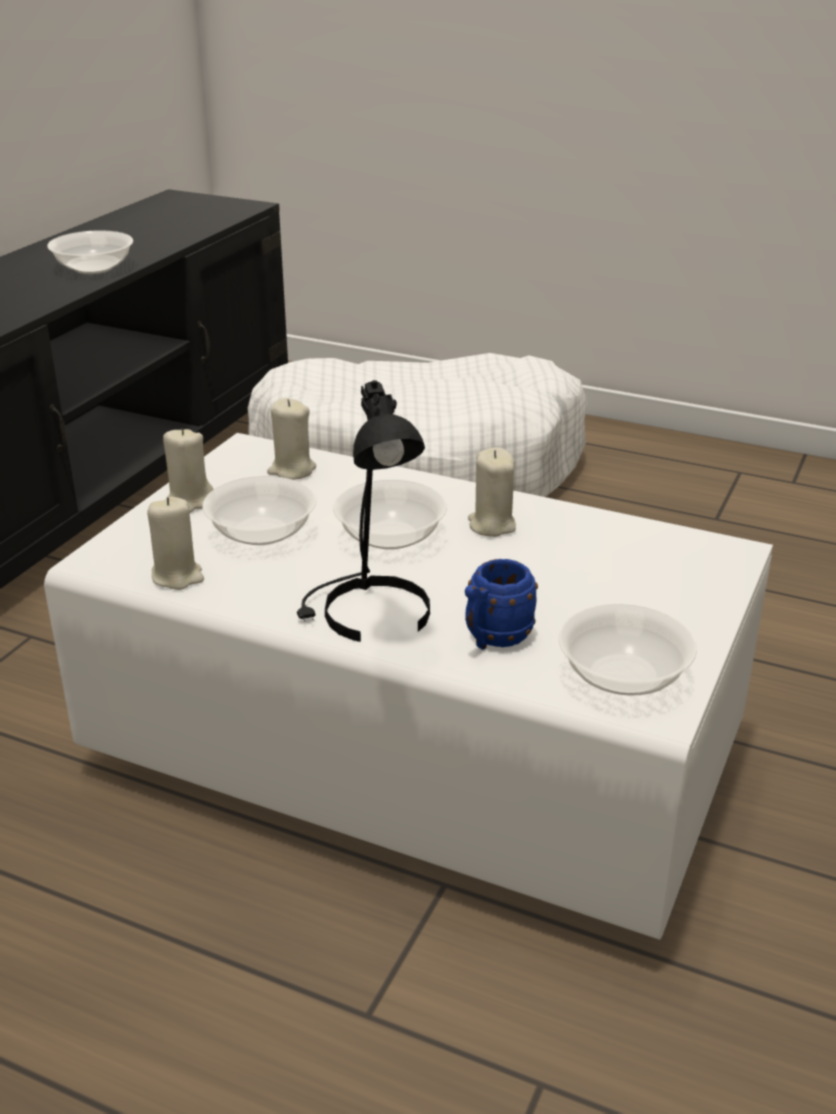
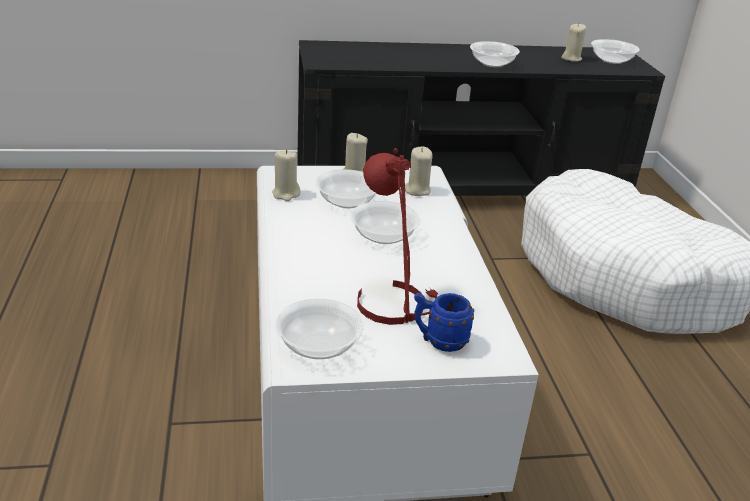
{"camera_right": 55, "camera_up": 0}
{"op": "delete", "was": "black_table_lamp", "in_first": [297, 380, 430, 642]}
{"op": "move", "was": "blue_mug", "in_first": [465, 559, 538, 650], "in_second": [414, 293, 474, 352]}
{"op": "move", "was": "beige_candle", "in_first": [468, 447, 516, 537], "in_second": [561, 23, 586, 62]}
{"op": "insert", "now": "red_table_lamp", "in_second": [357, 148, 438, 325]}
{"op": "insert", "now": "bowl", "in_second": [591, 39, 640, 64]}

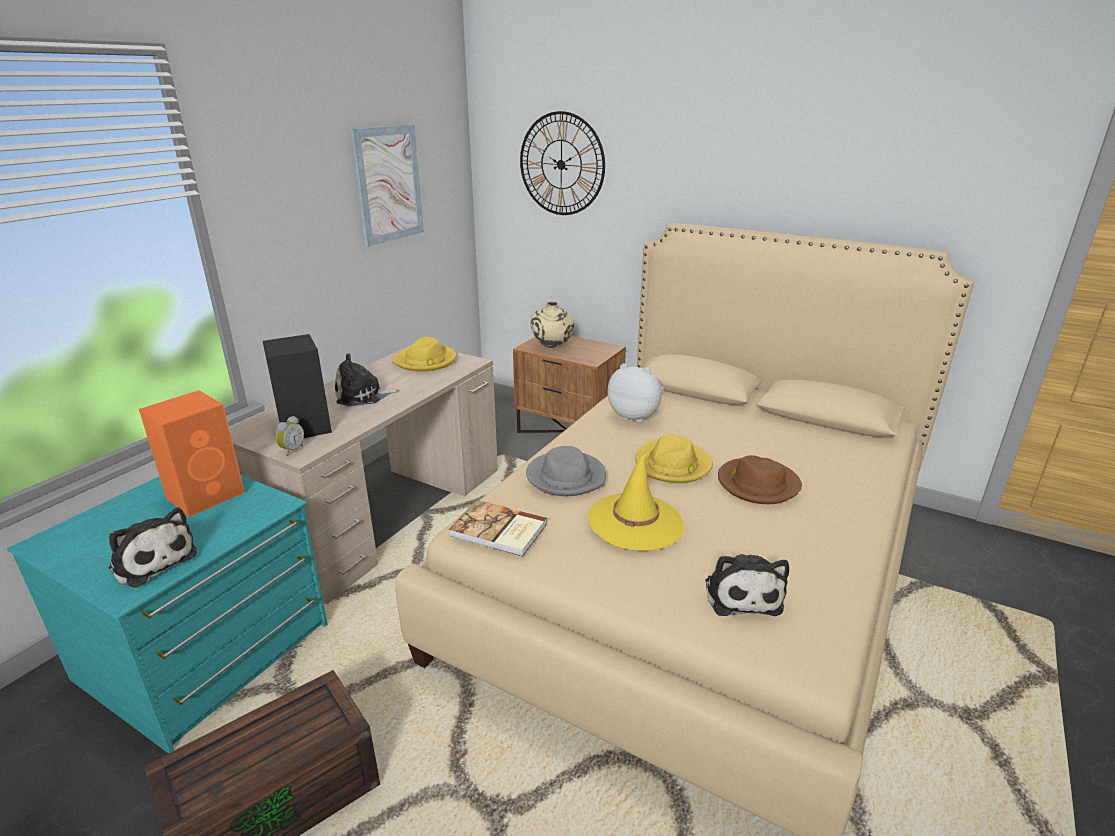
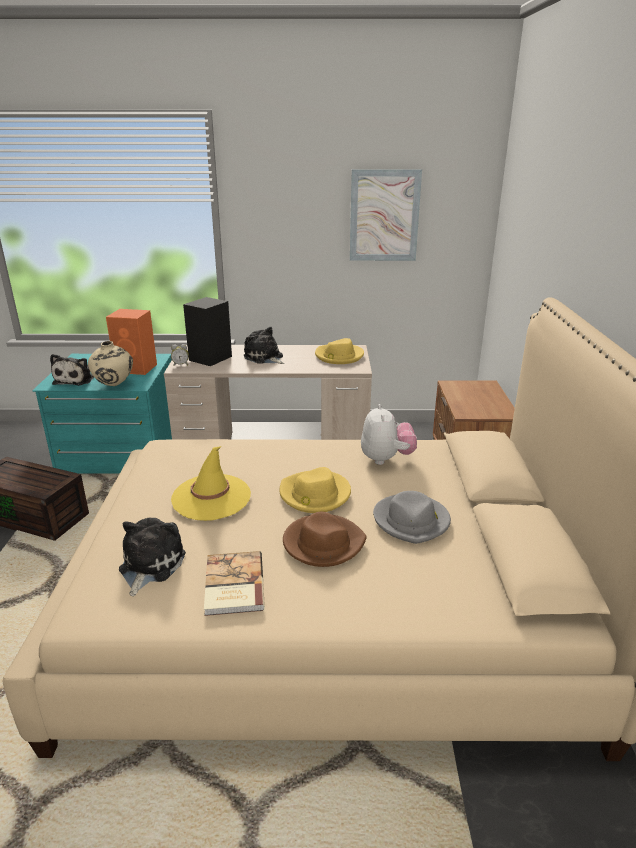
{"camera_right": 60, "camera_up": 0}
{"op": "move", "was": "book", "in_first": [449, 500, 547, 557], "in_second": [204, 551, 265, 616]}
{"op": "delete", "was": "wall_clock", "in_first": [520, 111, 605, 215]}
{"op": "move", "was": "grey_hat", "in_first": [526, 446, 606, 496], "in_second": [373, 491, 451, 544]}
{"op": "move", "was": "beige_vase", "in_first": [530, 301, 574, 348], "in_second": [88, 341, 133, 386]}
{"op": "rotate", "was": "plush_toy", "in_first": [705, 554, 789, 616], "in_second": [119, 518, 186, 596], "clockwise": 135}

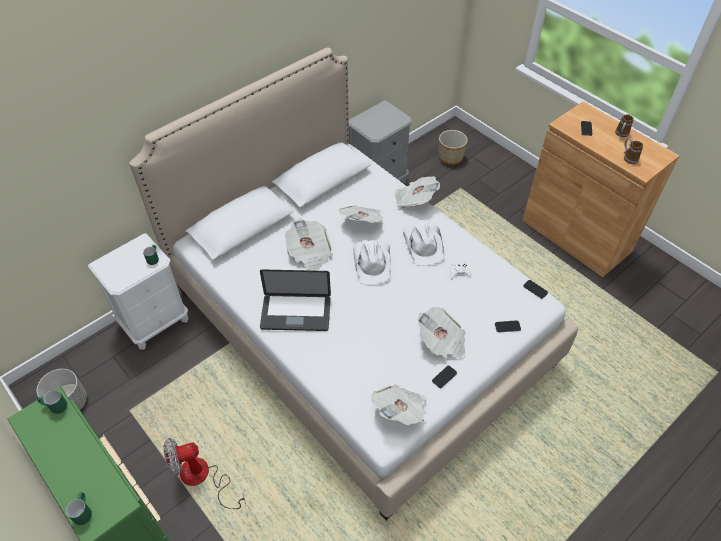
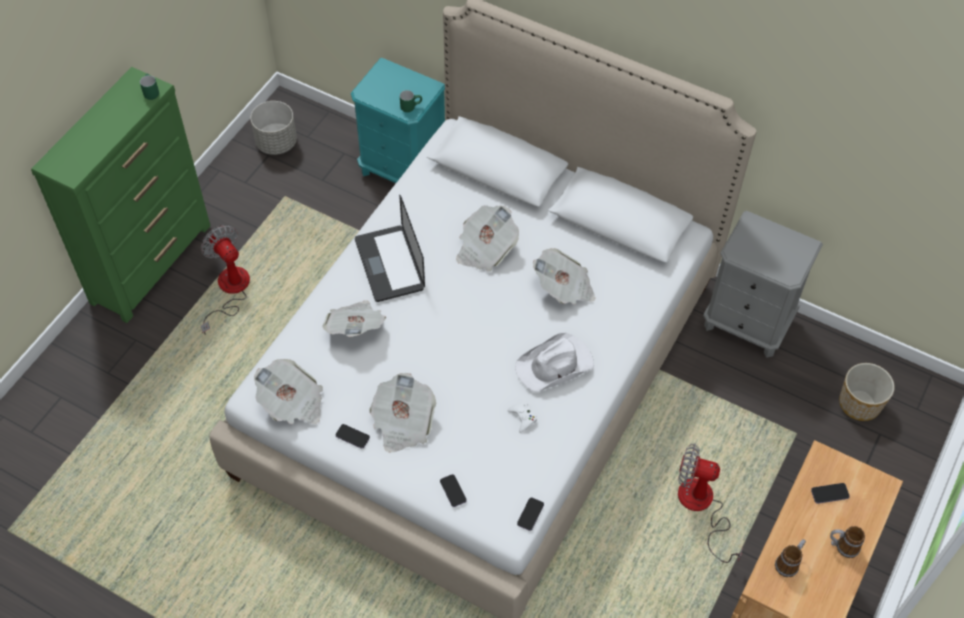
{"camera_right": 70, "camera_up": 5}
{"op": "delete", "was": "green_mug", "in_first": [66, 492, 92, 525]}
{"op": "recolor", "was": "white_nightstand", "now": "turquoise_nightstand", "in_first": [88, 233, 188, 350], "in_second": [351, 57, 445, 183]}
{"op": "delete", "was": "white_hat", "in_first": [353, 240, 391, 285]}
{"op": "move", "was": "newspaper", "in_first": [395, 176, 440, 208], "in_second": [322, 300, 386, 337]}
{"op": "insert", "now": "fan", "in_second": [678, 443, 743, 563]}

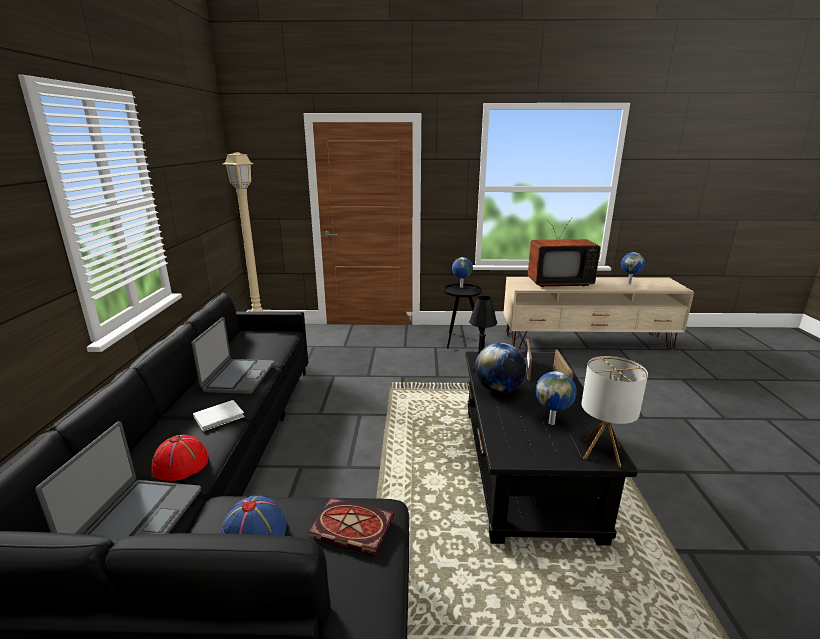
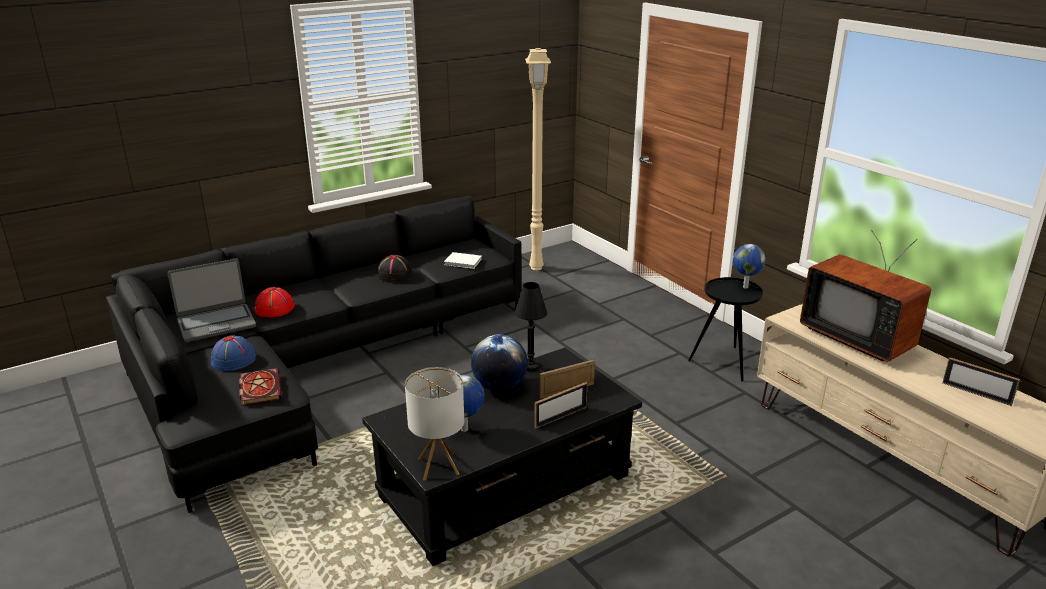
{"camera_right": 55, "camera_up": 5}
{"op": "replace", "was": "laptop", "now": "black_hat", "in_first": [192, 317, 274, 394], "in_second": [377, 255, 413, 283]}
{"op": "move", "was": "white_book", "in_first": [193, 400, 245, 431], "in_second": [444, 252, 482, 269]}
{"op": "replace", "was": "globe", "now": "picture_frame", "in_first": [621, 252, 645, 284], "in_second": [942, 357, 1020, 406]}

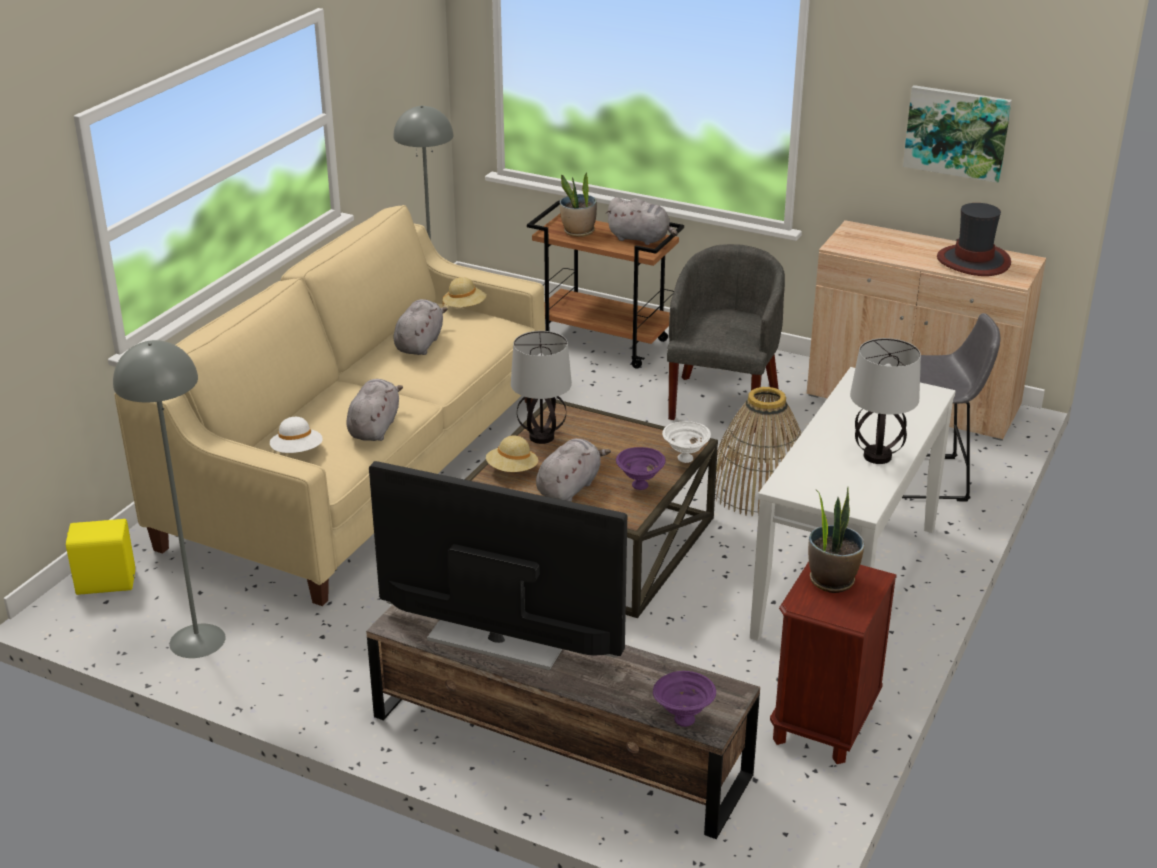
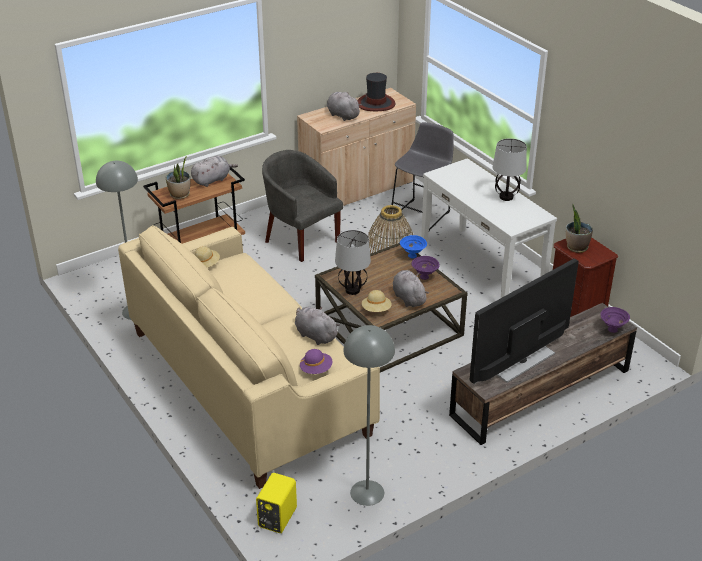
{"camera_right": -60, "camera_up": 5}
{"op": "recolor", "was": "white_hat", "now": "purple_hat", "in_first": [270, 417, 323, 453], "in_second": [300, 349, 333, 374]}
{"op": "move", "was": "grey_plush_toy", "in_first": [394, 299, 448, 355], "in_second": [327, 92, 362, 121]}
{"op": "recolor", "was": "white_bowl", "now": "blue_bowl", "in_first": [662, 421, 711, 463], "in_second": [400, 235, 427, 258]}
{"op": "delete", "was": "picture", "in_first": [903, 85, 1012, 183]}

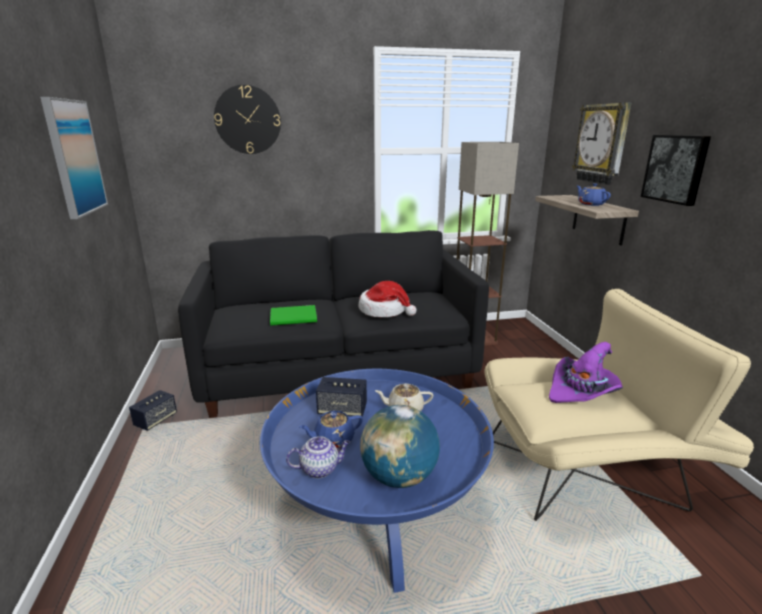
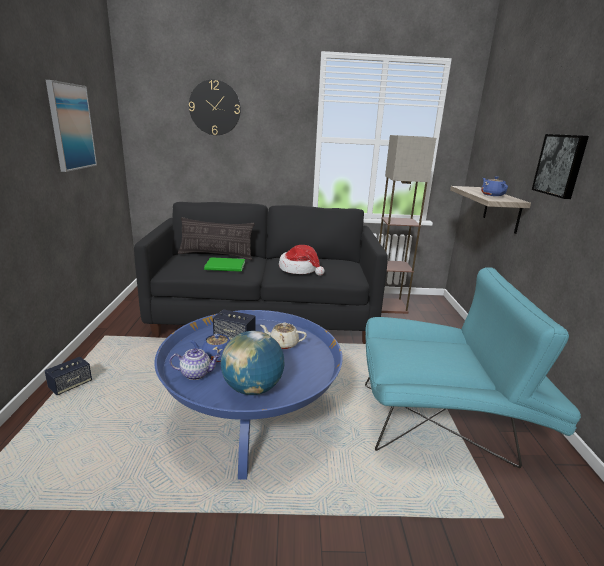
{"camera_right": 10, "camera_up": 0}
{"op": "move", "was": "speaker", "in_first": [129, 390, 177, 431], "in_second": [45, 357, 92, 395]}
{"op": "recolor", "was": "beige_armchair", "now": "turquoise_armchair", "in_first": [485, 289, 754, 521], "in_second": [365, 267, 581, 468]}
{"op": "delete", "was": "purple_hat", "in_first": [549, 342, 623, 403]}
{"op": "delete", "was": "wall_clock", "in_first": [572, 102, 631, 185]}
{"op": "insert", "now": "pillow", "in_second": [178, 217, 255, 260]}

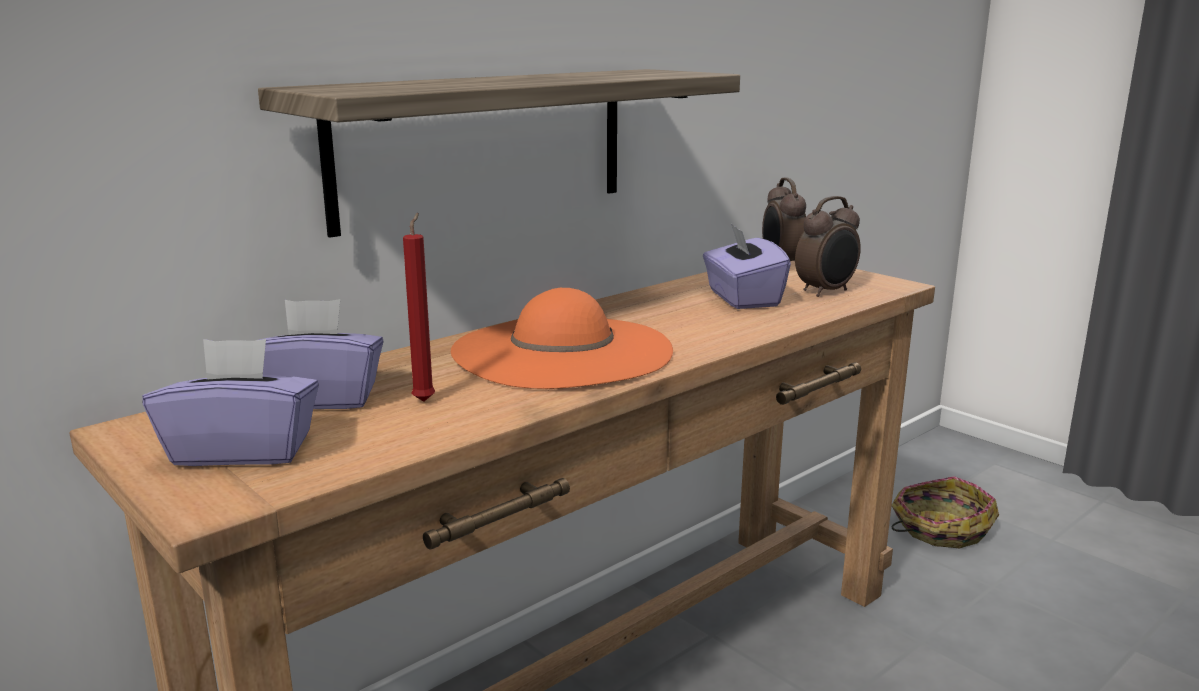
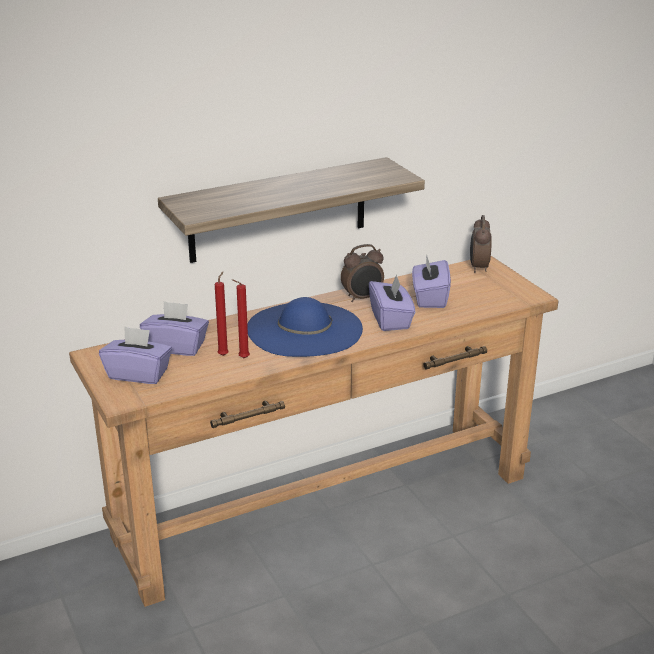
{"camera_right": 15, "camera_up": 10}
{"op": "recolor", "was": "orange_hat", "now": "blue_hat", "in_first": [451, 288, 673, 389], "in_second": [247, 297, 363, 357]}
{"op": "move", "was": "alarm_clock", "in_first": [795, 196, 861, 297], "in_second": [341, 244, 384, 302]}
{"op": "delete", "was": "basket", "in_first": [892, 476, 999, 548]}
{"op": "insert", "now": "red_candle", "in_second": [232, 279, 250, 359]}
{"op": "insert", "now": "purple_tissue_box", "in_second": [369, 274, 415, 331]}

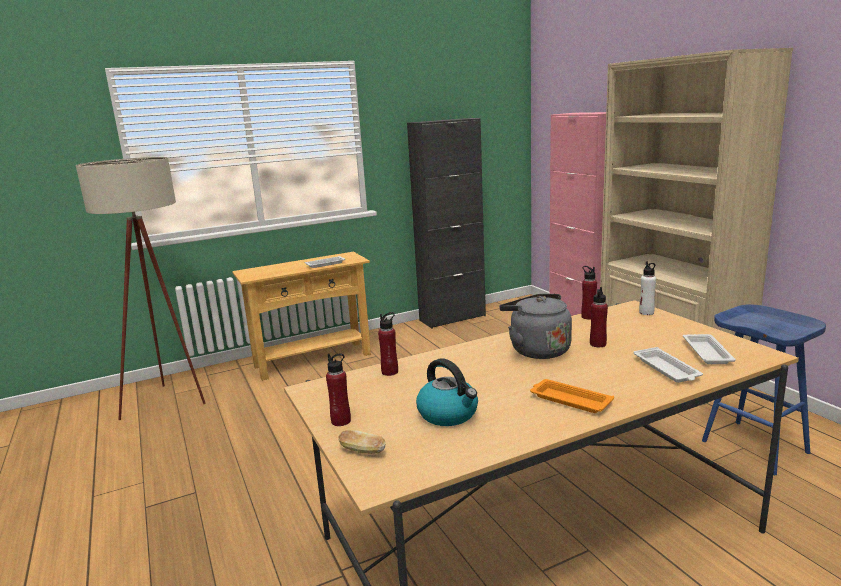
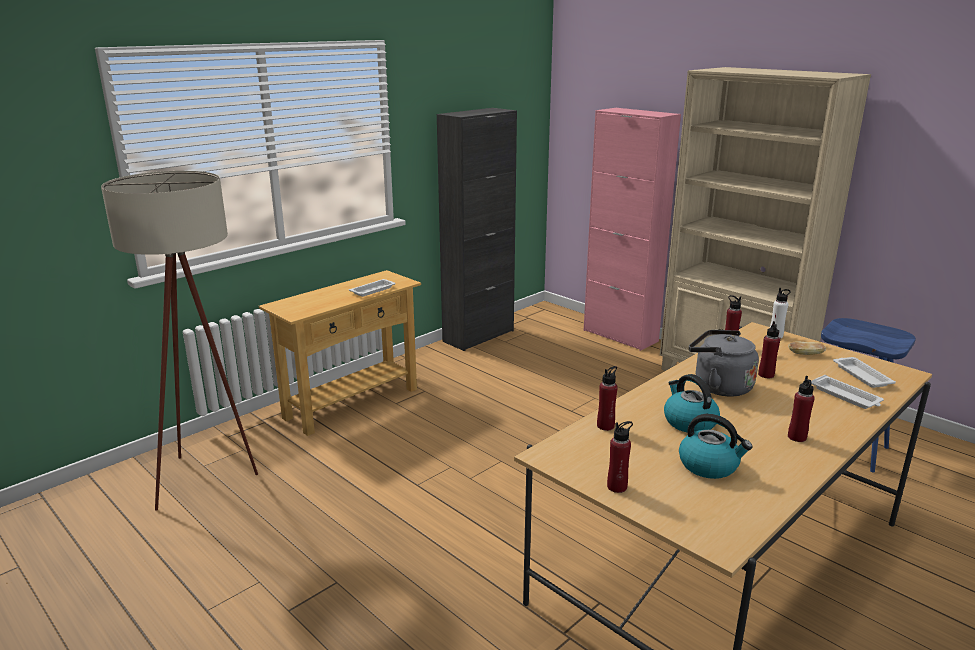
{"camera_right": -20, "camera_up": 5}
{"op": "move", "was": "bread", "in_first": [338, 430, 385, 454], "in_second": [788, 341, 826, 355]}
{"op": "replace", "was": "orange_tray", "now": "red_bottle", "in_first": [530, 379, 614, 413], "in_second": [788, 376, 815, 442]}
{"op": "insert", "now": "kettle", "in_second": [664, 374, 720, 432]}

